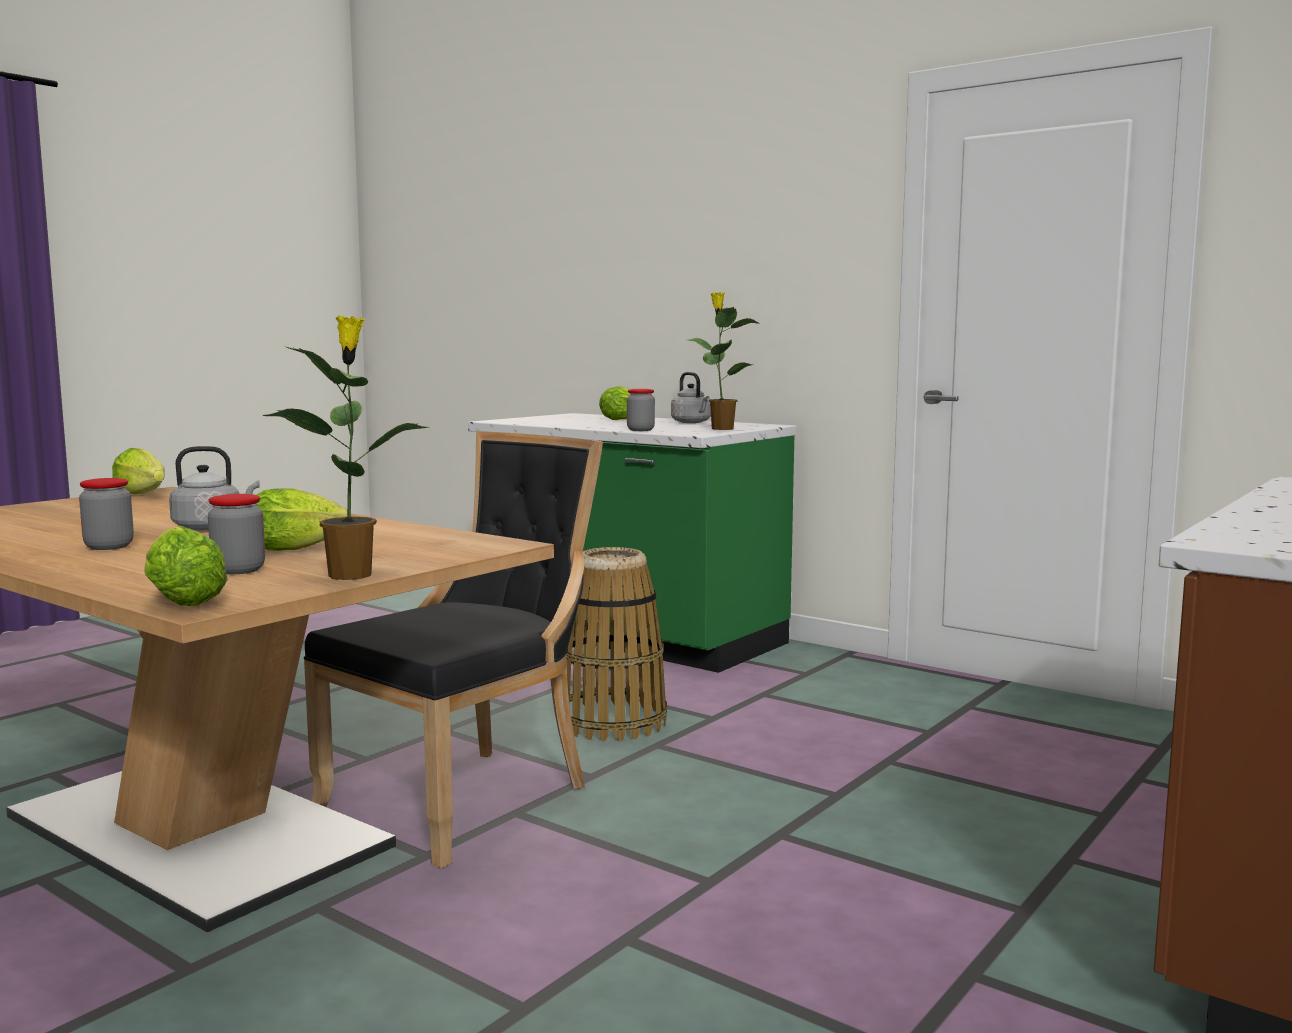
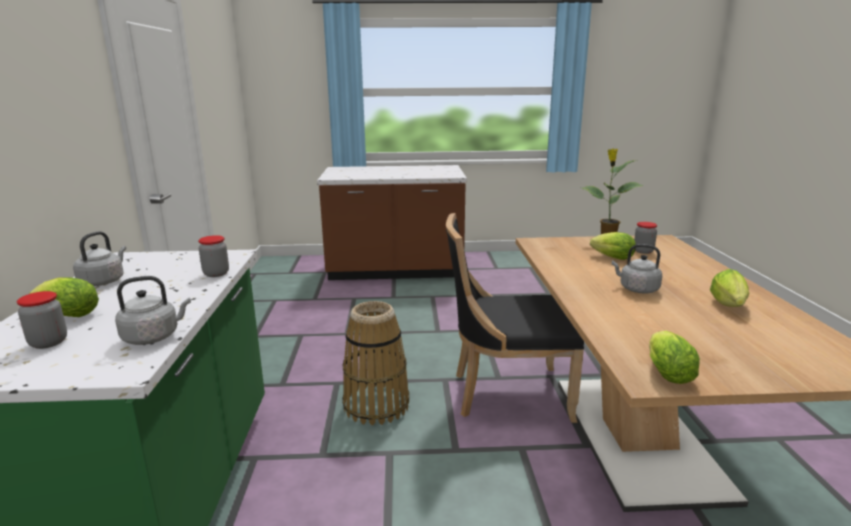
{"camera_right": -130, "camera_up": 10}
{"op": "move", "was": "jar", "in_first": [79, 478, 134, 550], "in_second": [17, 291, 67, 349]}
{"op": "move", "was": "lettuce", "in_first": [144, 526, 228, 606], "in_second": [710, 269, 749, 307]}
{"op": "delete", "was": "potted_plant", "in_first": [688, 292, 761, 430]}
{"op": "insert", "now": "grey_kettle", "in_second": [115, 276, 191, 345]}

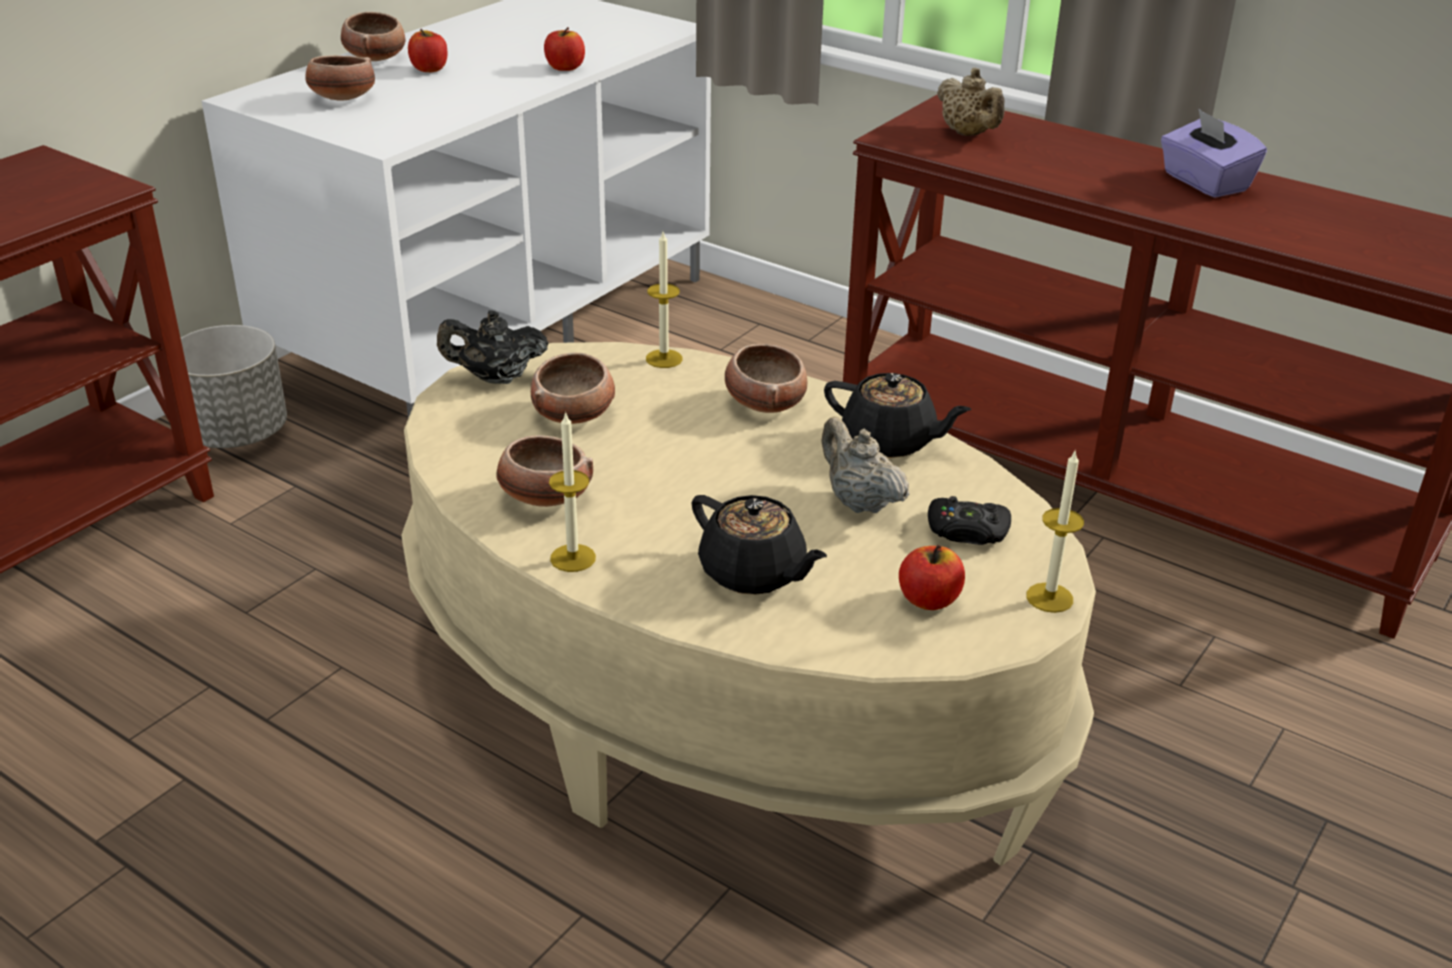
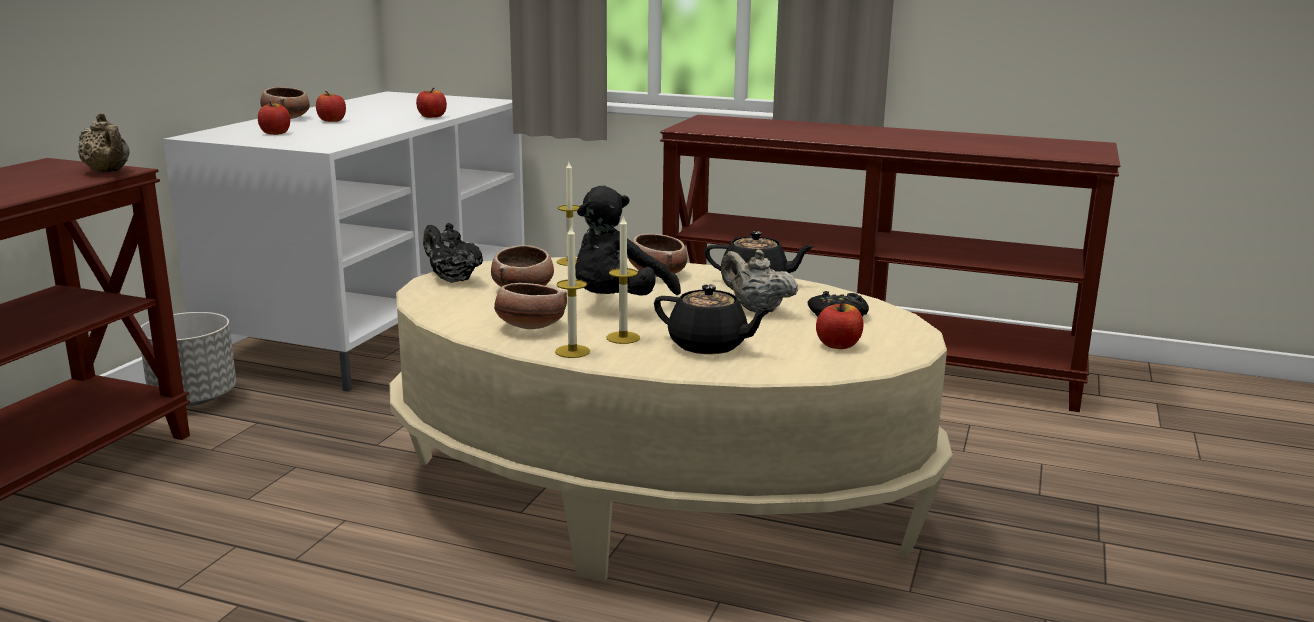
{"camera_right": -15, "camera_up": -15}
{"op": "replace", "was": "bowl", "now": "apple", "in_first": [305, 55, 375, 101], "in_second": [258, 101, 290, 135]}
{"op": "rotate", "was": "black_teapot", "in_first": [437, 310, 549, 384], "in_second": [423, 223, 483, 283], "clockwise": 60}
{"op": "move", "was": "beige_teapot", "in_first": [937, 68, 1005, 136], "in_second": [78, 113, 129, 173]}
{"op": "move", "was": "candle", "in_first": [1026, 451, 1084, 613], "in_second": [607, 215, 640, 344]}
{"op": "delete", "was": "purple_tissue_box", "in_first": [1161, 109, 1267, 198]}
{"op": "insert", "now": "black_plush_toy", "in_second": [575, 186, 681, 296]}

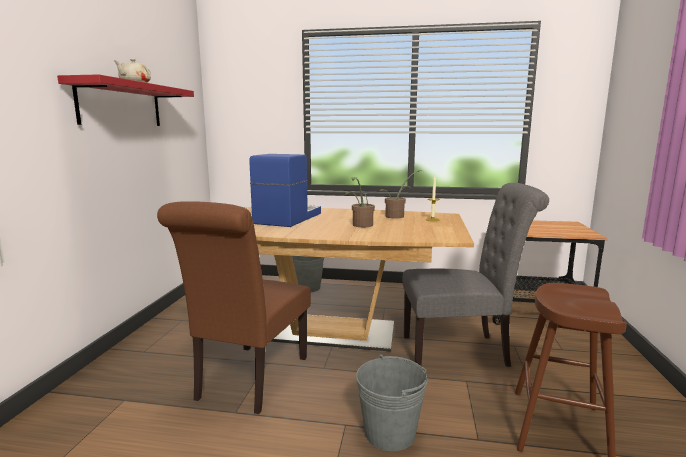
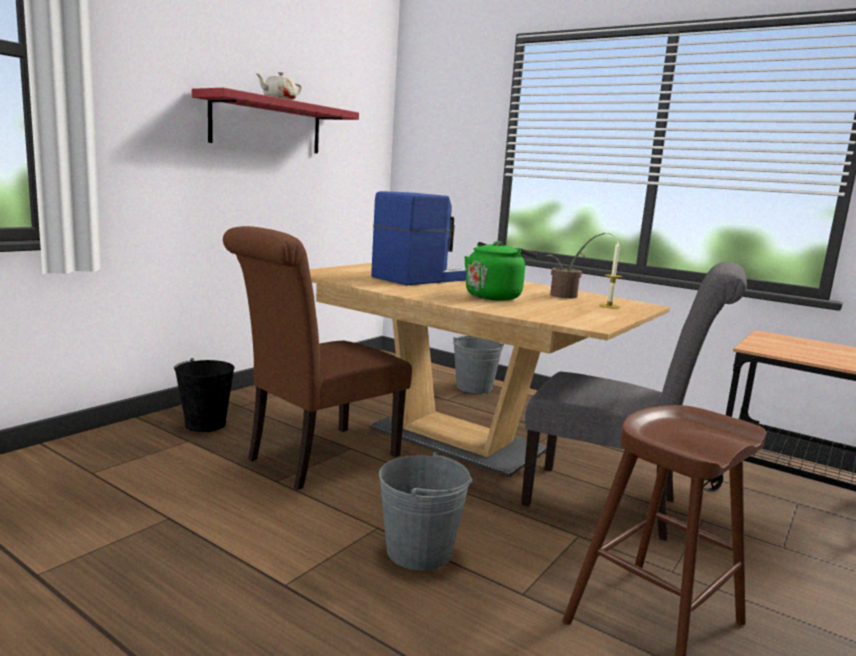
{"camera_right": 25, "camera_up": 0}
{"op": "replace", "was": "potted_plant", "now": "green_kettle", "in_first": [345, 177, 375, 227], "in_second": [464, 241, 537, 300]}
{"op": "insert", "now": "black_bucket", "in_second": [174, 358, 235, 432]}

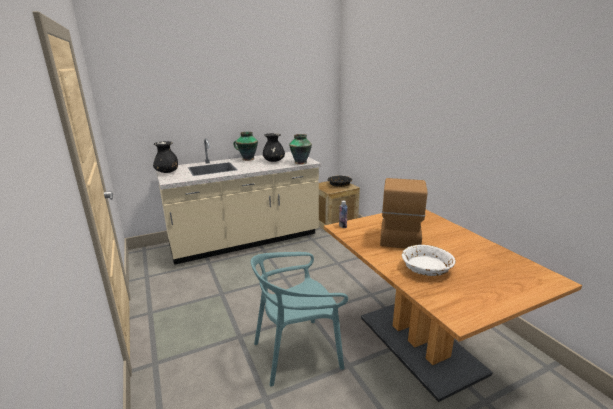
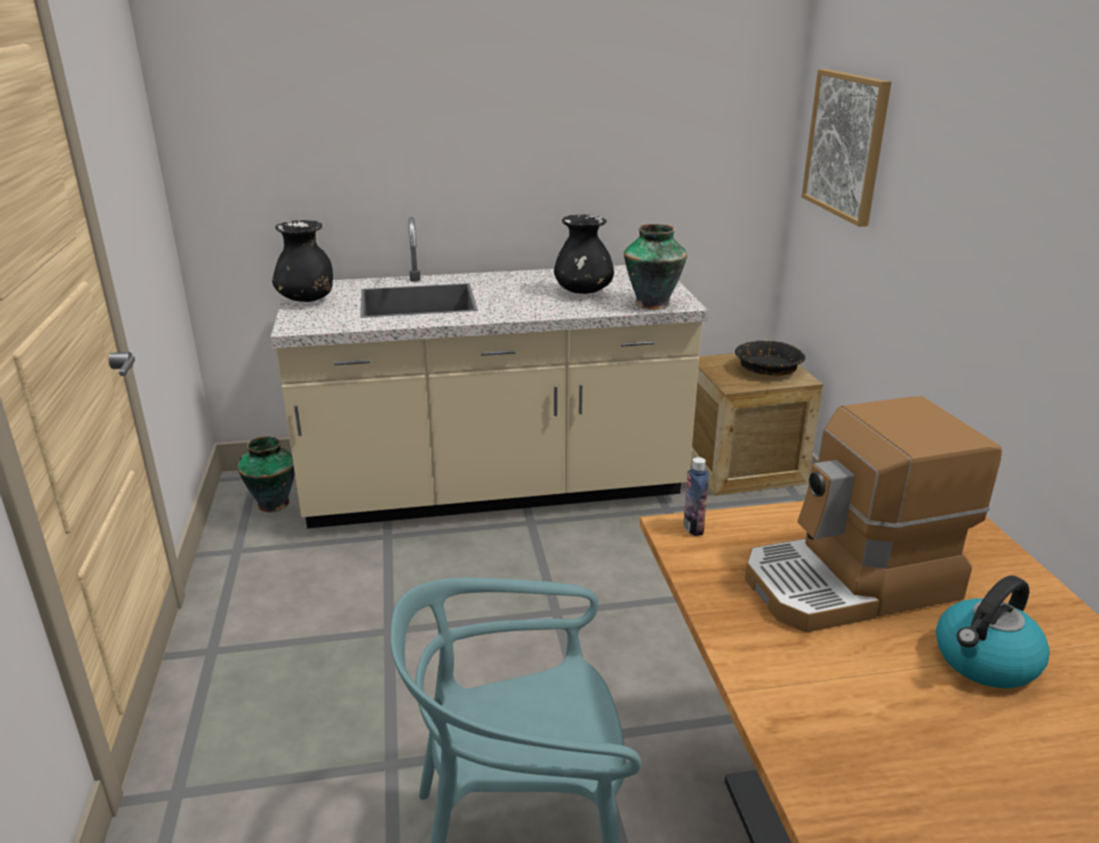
{"camera_right": 15, "camera_up": 5}
{"op": "move", "was": "vase", "in_first": [233, 132, 258, 161], "in_second": [237, 436, 295, 512]}
{"op": "rotate", "was": "coffee_machine", "in_first": [380, 178, 428, 249], "in_second": [745, 396, 1002, 633], "clockwise": -135}
{"op": "delete", "was": "white_bowl", "in_first": [402, 245, 456, 276]}
{"op": "insert", "now": "picture", "in_second": [802, 69, 892, 227]}
{"op": "insert", "now": "kettle", "in_second": [936, 575, 1050, 688]}

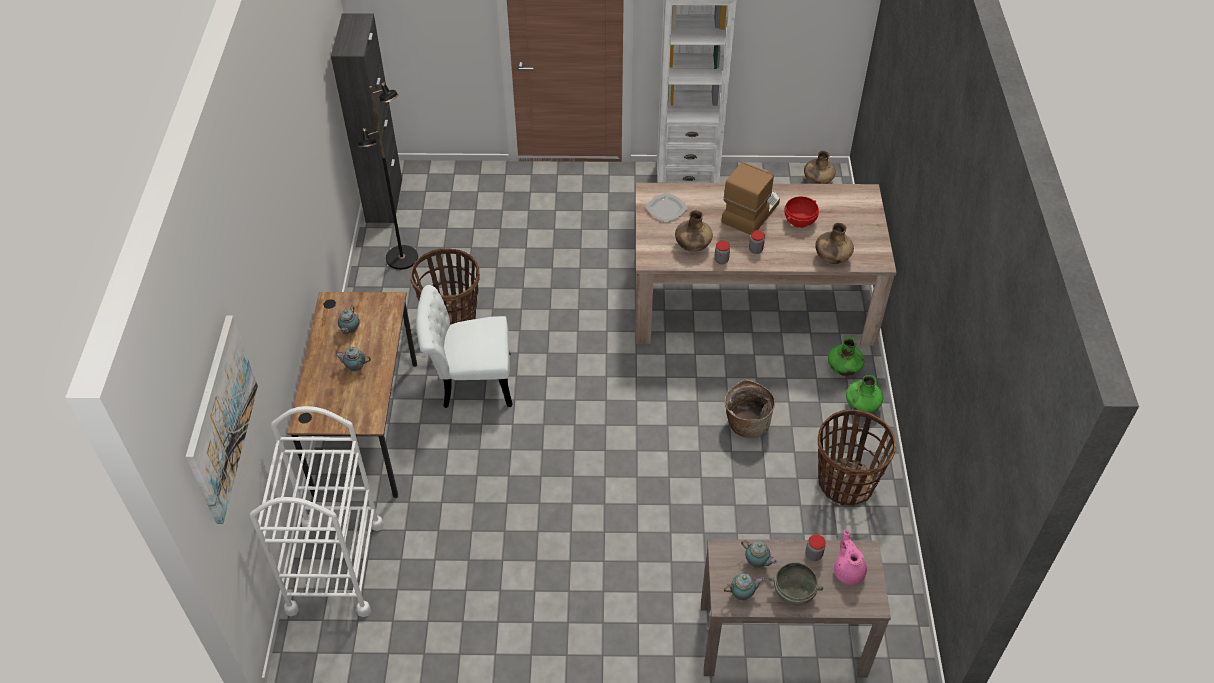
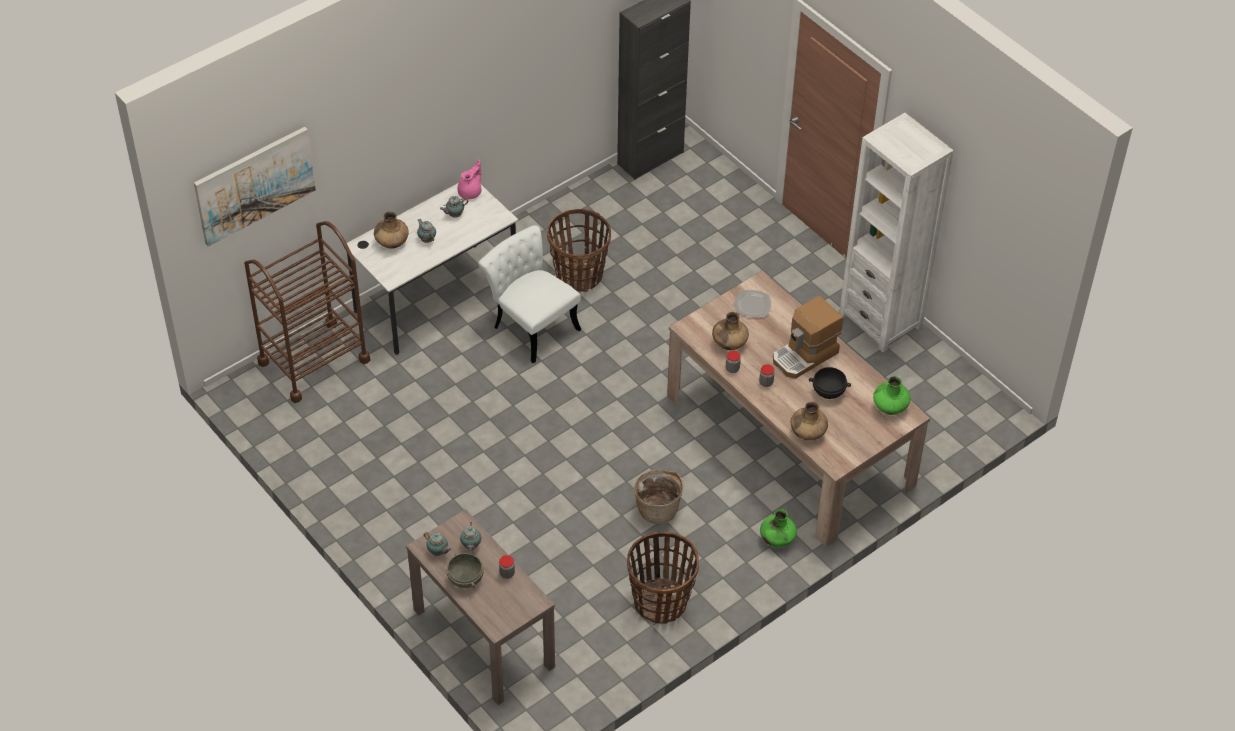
{"camera_right": 50, "camera_up": 0}
{"op": "recolor", "was": "white_cart", "now": "brown_cart", "in_first": [250, 406, 384, 617], "in_second": [244, 221, 371, 403]}
{"op": "recolor", "was": "brown_desk", "now": "white_desk", "in_first": [287, 292, 417, 498], "in_second": [343, 183, 518, 355]}
{"op": "delete", "was": "black_floor_lamp", "in_first": [358, 82, 418, 270]}
{"op": "rotate", "was": "coffee_machine", "in_first": [721, 163, 780, 235], "in_second": [773, 296, 843, 379], "clockwise": 150}
{"op": "recolor", "was": "red_bowl", "now": "black_bowl", "in_first": [784, 196, 819, 228], "in_second": [809, 367, 851, 399]}
{"op": "move", "was": "brown_vase", "in_first": [804, 151, 836, 184], "in_second": [374, 211, 409, 249]}
{"op": "move", "was": "pink_teapot", "in_first": [834, 529, 867, 585], "in_second": [458, 160, 482, 199]}
{"op": "move", "was": "green_vase", "in_first": [846, 375, 883, 413], "in_second": [873, 376, 911, 415]}

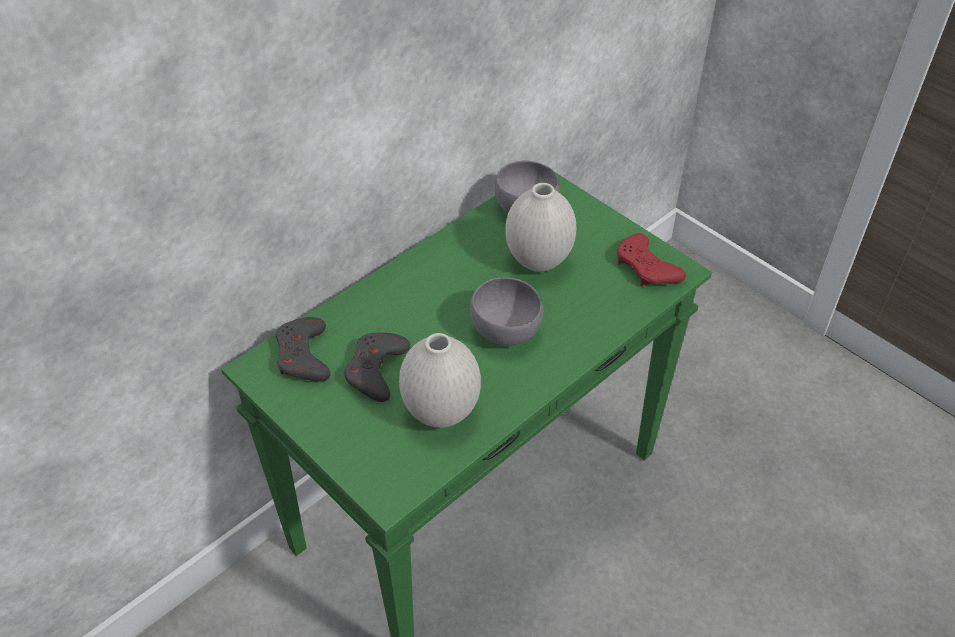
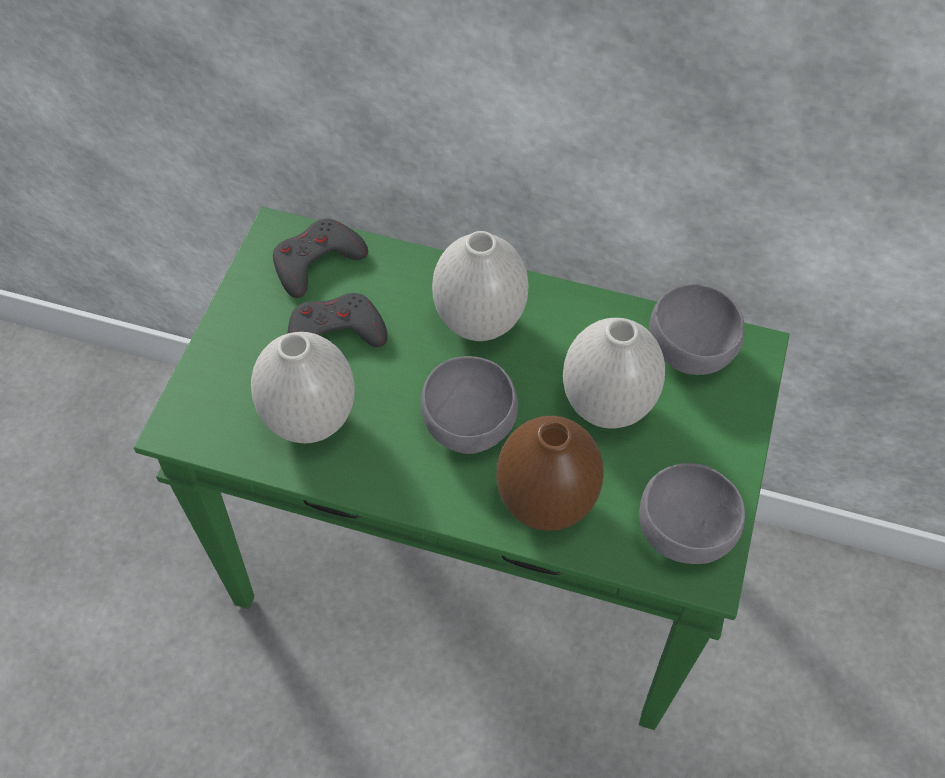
{"camera_right": 60, "camera_up": 10}
{"op": "replace", "was": "red_game_controller", "now": "grey_bowl", "in_first": [617, 233, 686, 287], "in_second": [639, 463, 745, 564]}
{"op": "insert", "now": "white_vase", "in_second": [432, 231, 529, 341]}
{"op": "insert", "now": "brown_vase", "in_second": [496, 416, 604, 531]}

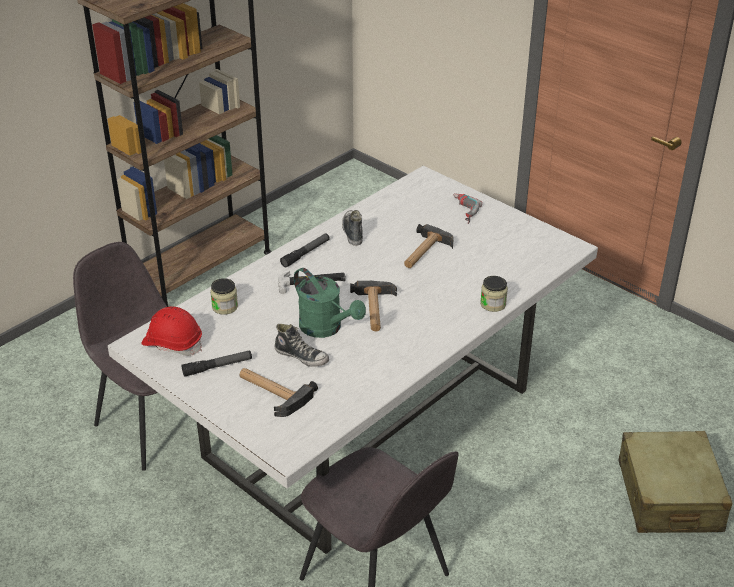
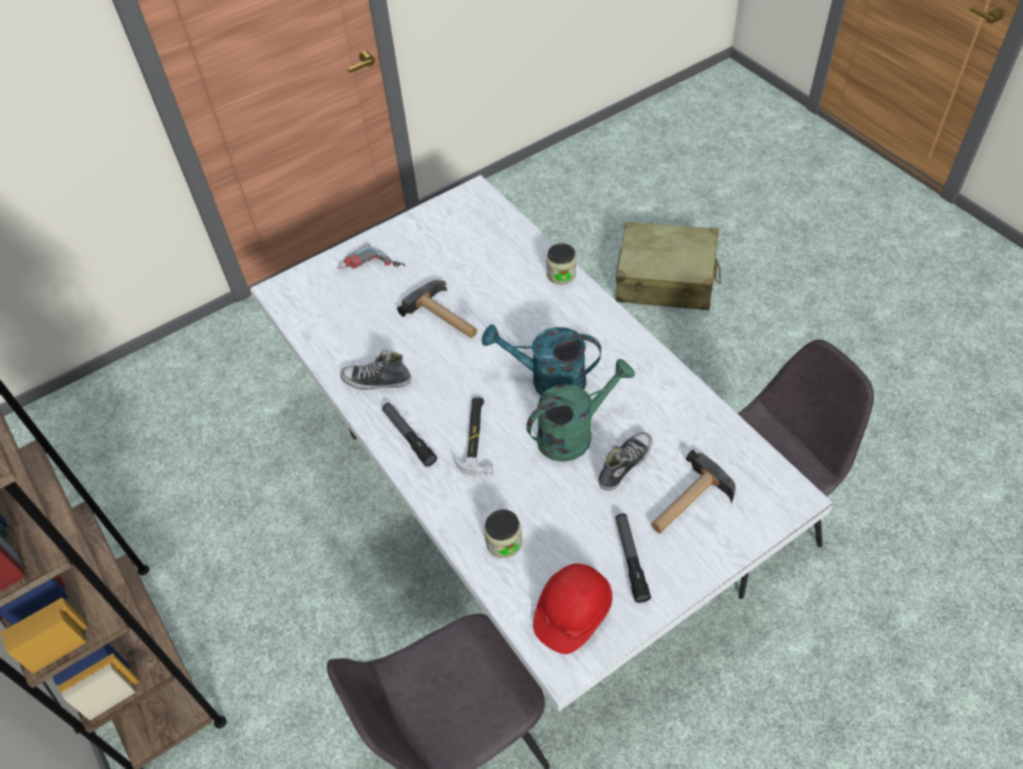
{"camera_right": -75, "camera_up": 15}
{"op": "replace", "was": "hammer", "now": "turquoise_watering_can", "in_first": [350, 281, 397, 331], "in_second": [482, 324, 601, 396]}

